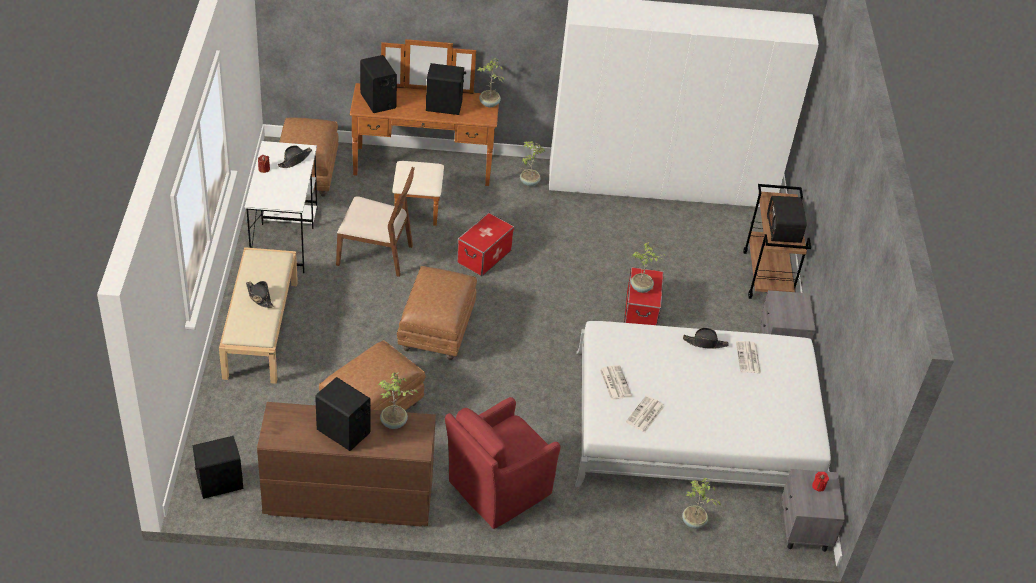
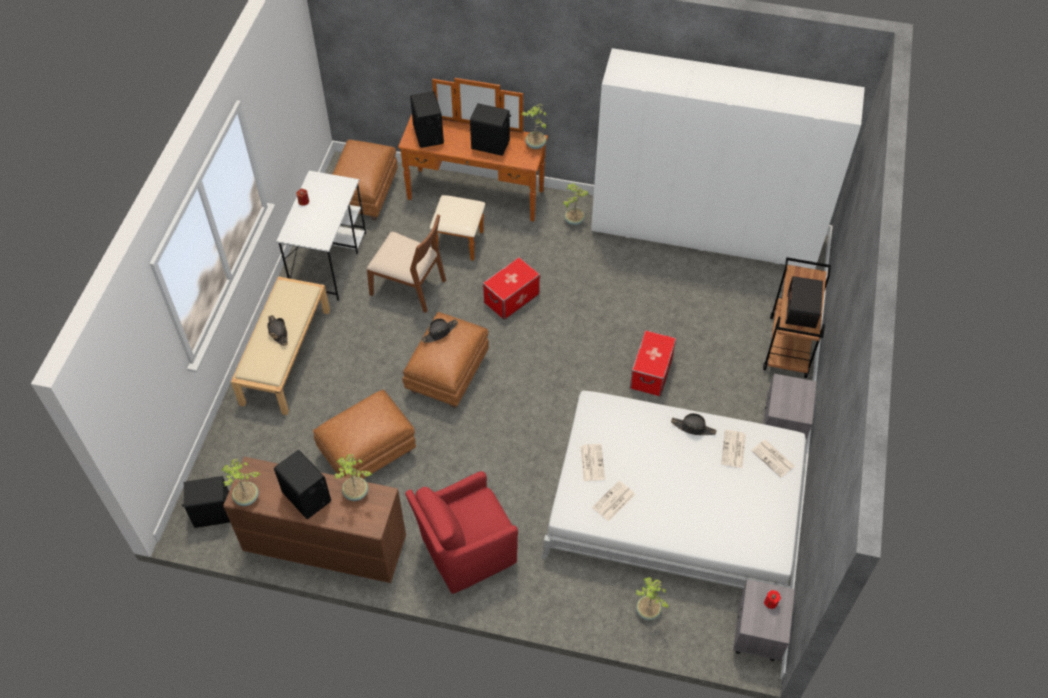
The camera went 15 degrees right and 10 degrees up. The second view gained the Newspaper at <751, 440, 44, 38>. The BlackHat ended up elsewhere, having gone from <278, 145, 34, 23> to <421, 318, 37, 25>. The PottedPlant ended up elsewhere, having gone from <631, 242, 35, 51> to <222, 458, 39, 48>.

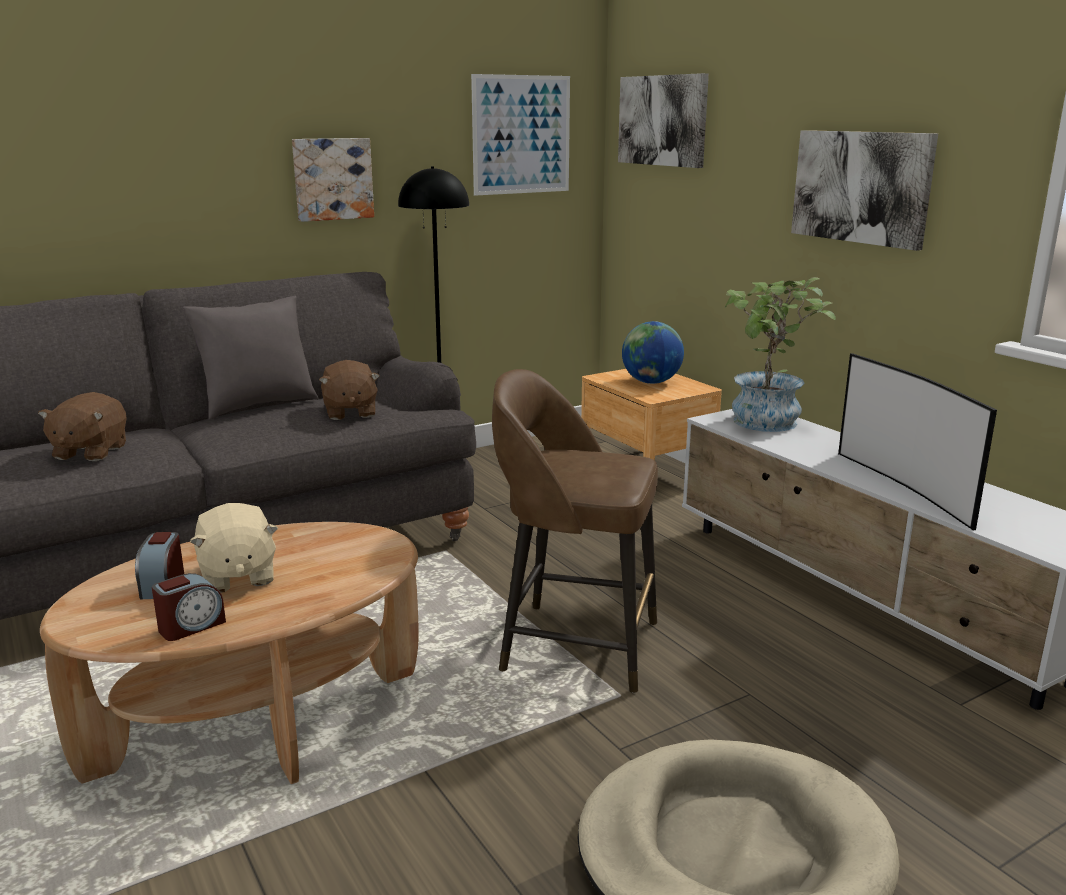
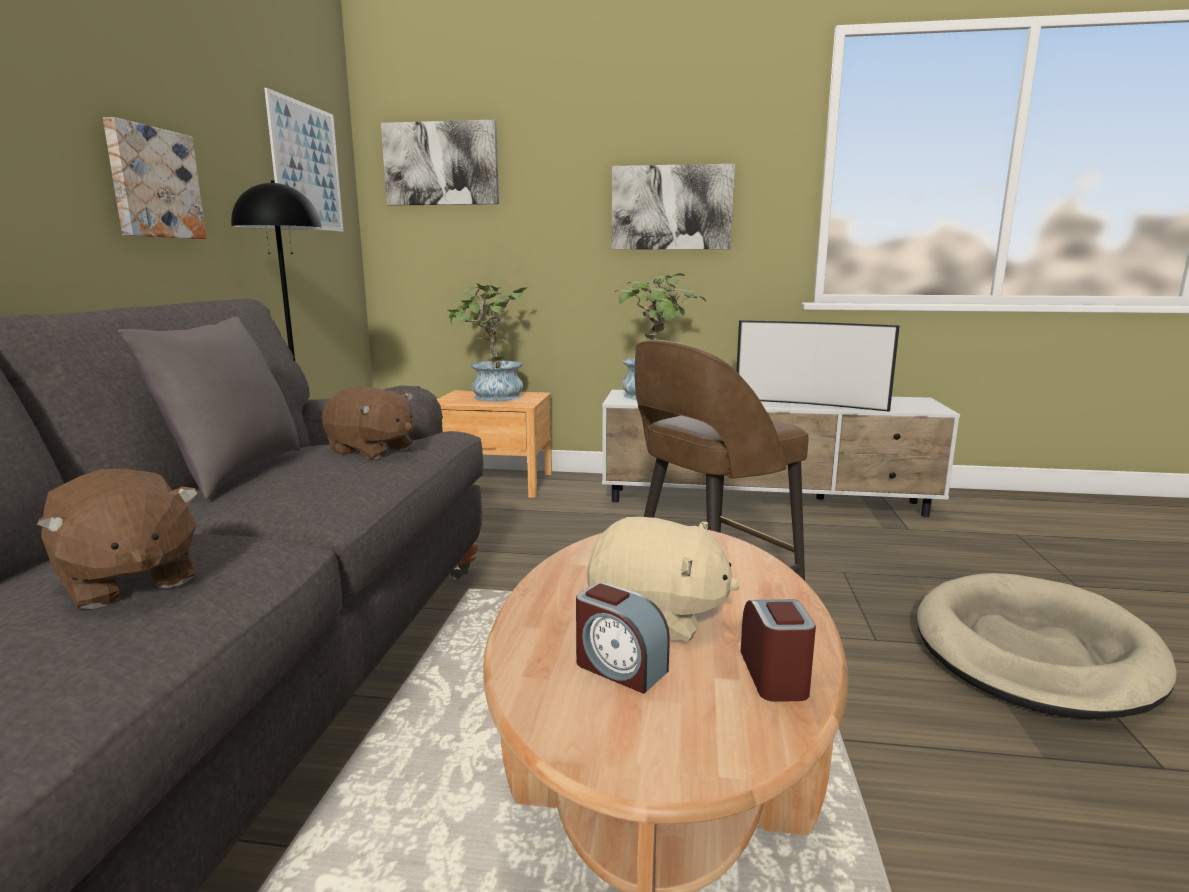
The camera went 50 degrees left and 5 degrees down. Where the Globe stood at <622, 321, 62, 63>, the PottedPlant came to stand at <444, 283, 85, 118>.

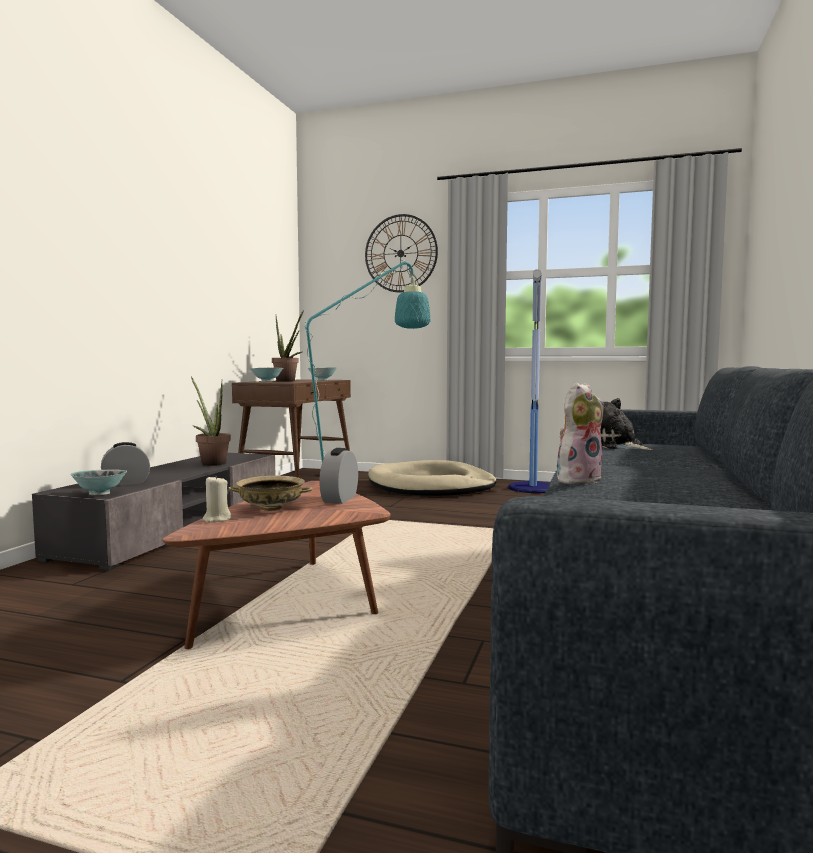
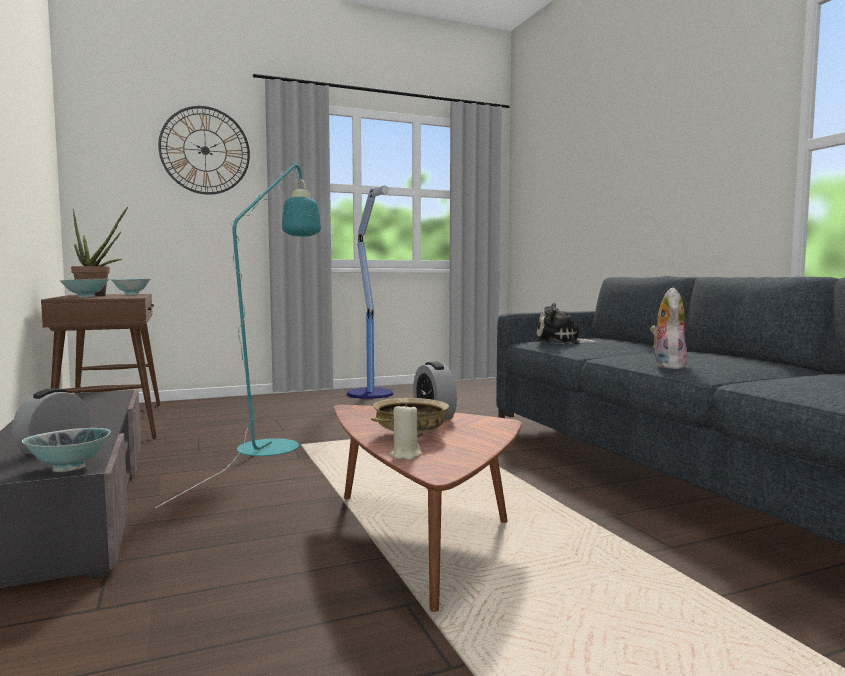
The camera went 40 degrees left and 0 degrees up. The second view lost the PottedPlant at <191, 376, 40, 90>. The second view lost the BeigeDogBed at <368, 460, 129, 36>.

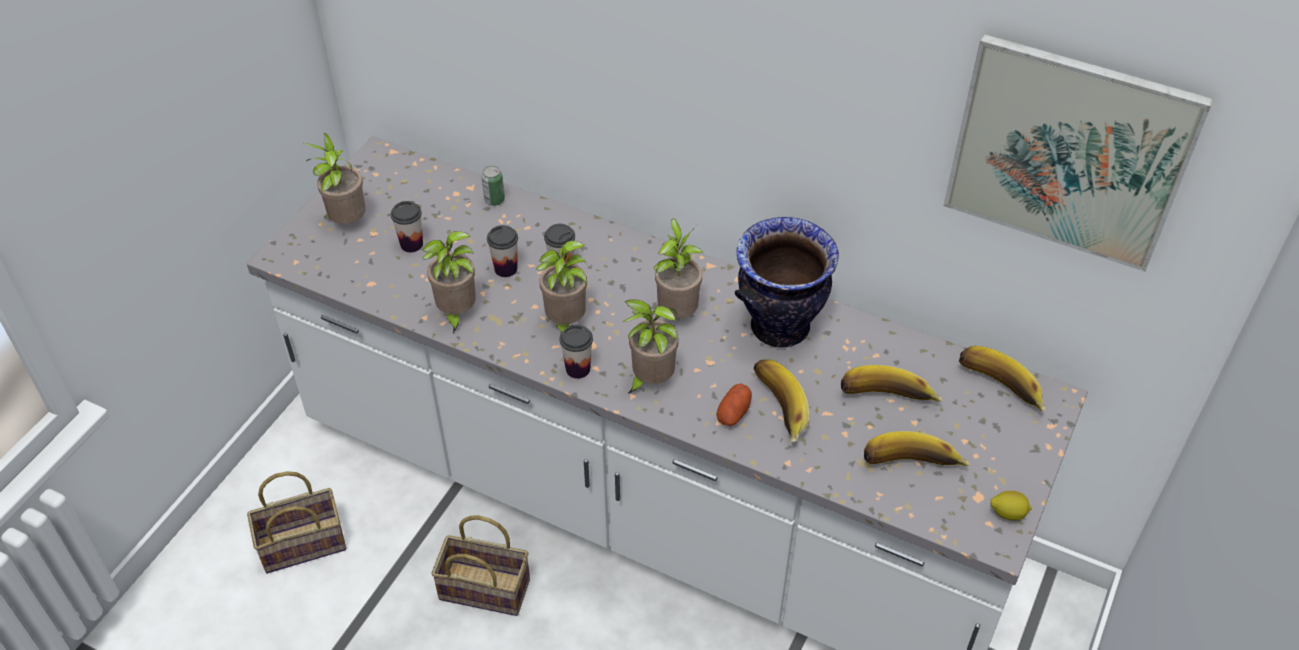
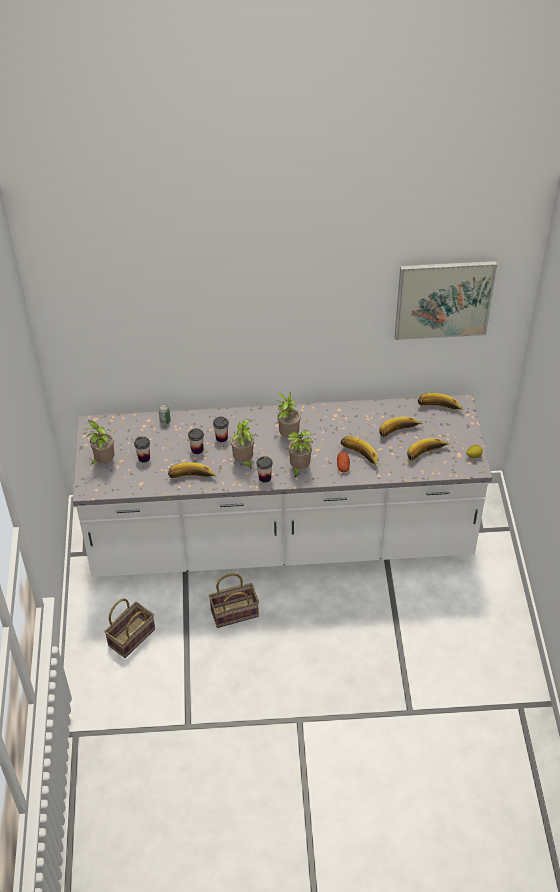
The camera went 30 degrees left and 0 degrees up. The second view lost the Vase at <735, 217, 104, 131>. Where the PottedPlant stood at <422, 231, 54, 103>, the Banana came to stand at <168, 462, 49, 16>.

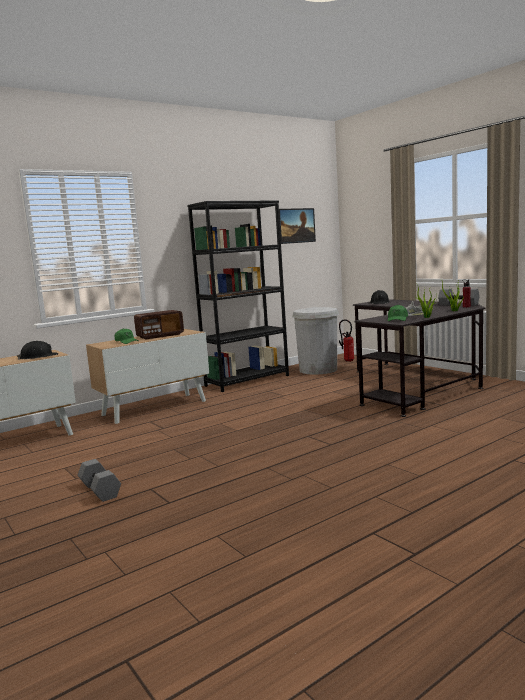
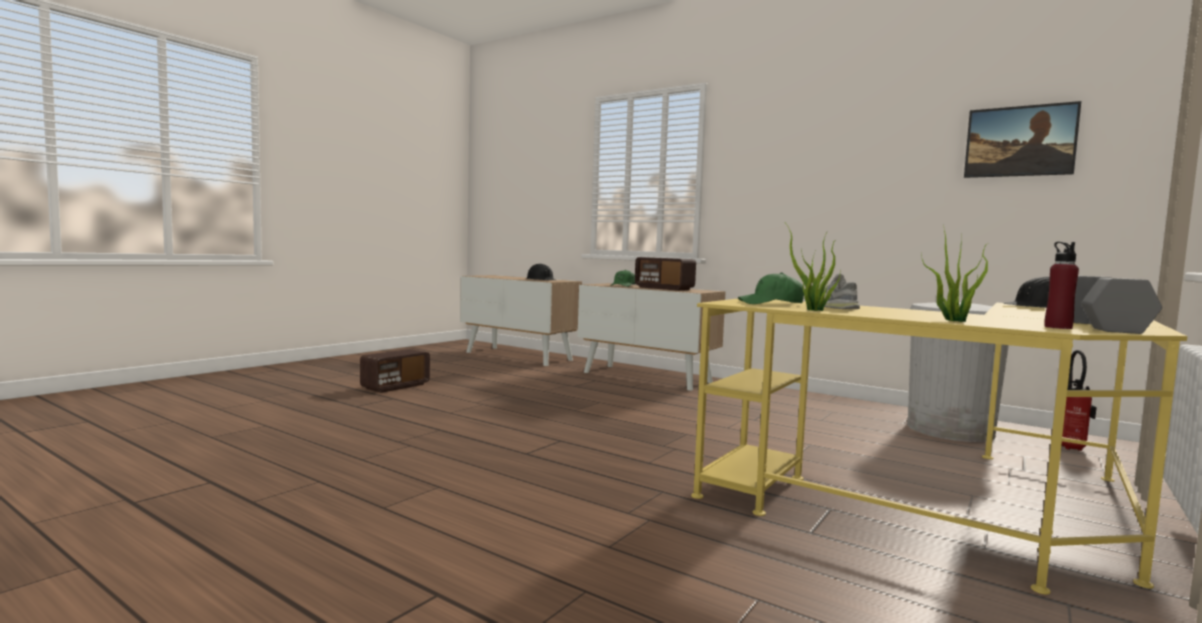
The camera went 70 degrees right and 5 degrees down. The second view lost the BlackBookcase at <187, 200, 102, 192>. Where the GreyDumbbell stood at <78, 459, 43, 43>, the Radio came to stand at <360, 349, 70, 44>. What was the BlackDesk at <353, 299, 133, 118> turned into the YellowDesk at <691, 299, 497, 296>.

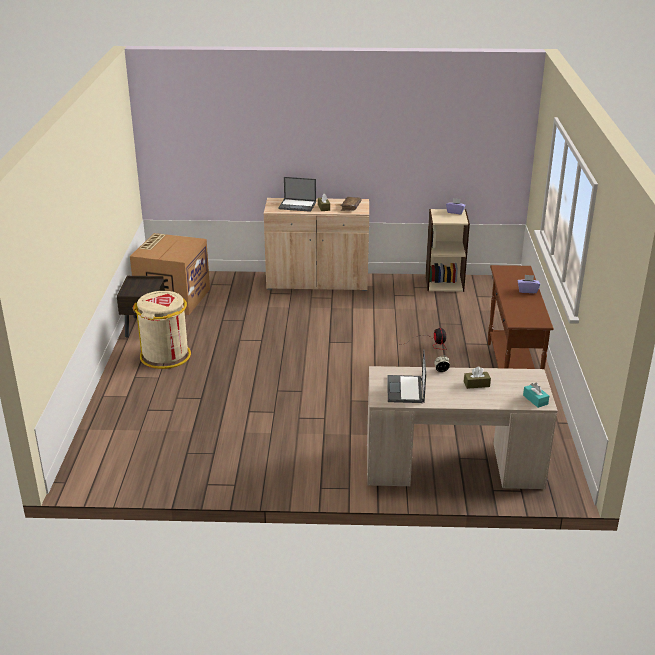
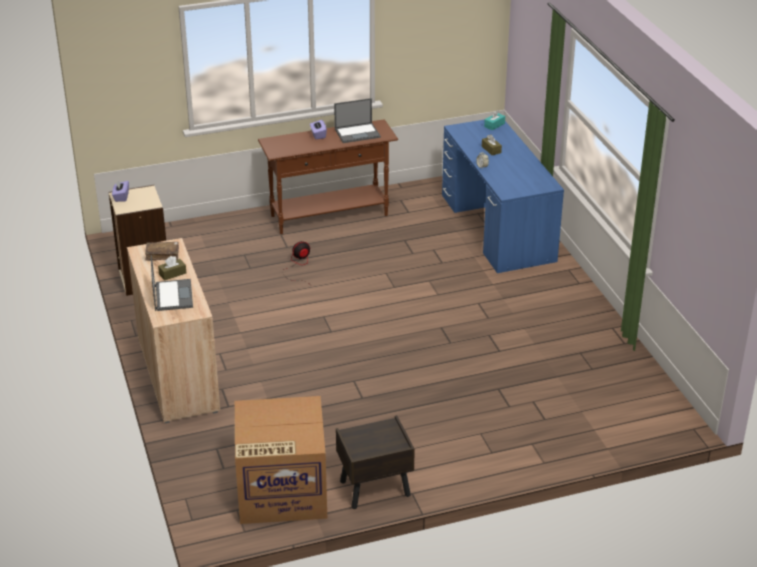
The camera went 110 degrees left and 5 degrees up. The second view lost the BeigeTrashCan at <133, 291, 58, 78>. The Laptop ended up elsewhere, having gone from <387, 349, 39, 54> to <334, 98, 47, 45>. What was the BeigeDesk at <367, 366, 191, 123> turned into the BlueDesk at <442, 120, 122, 153>.

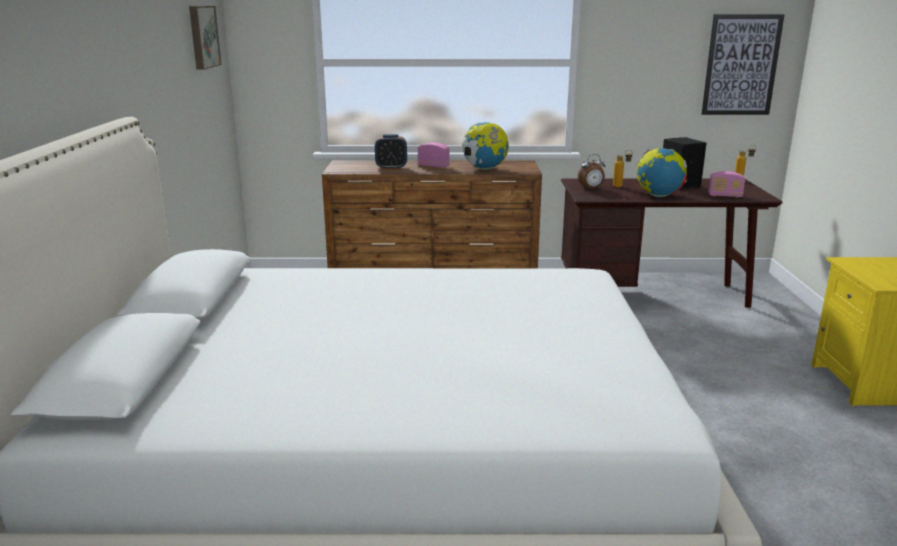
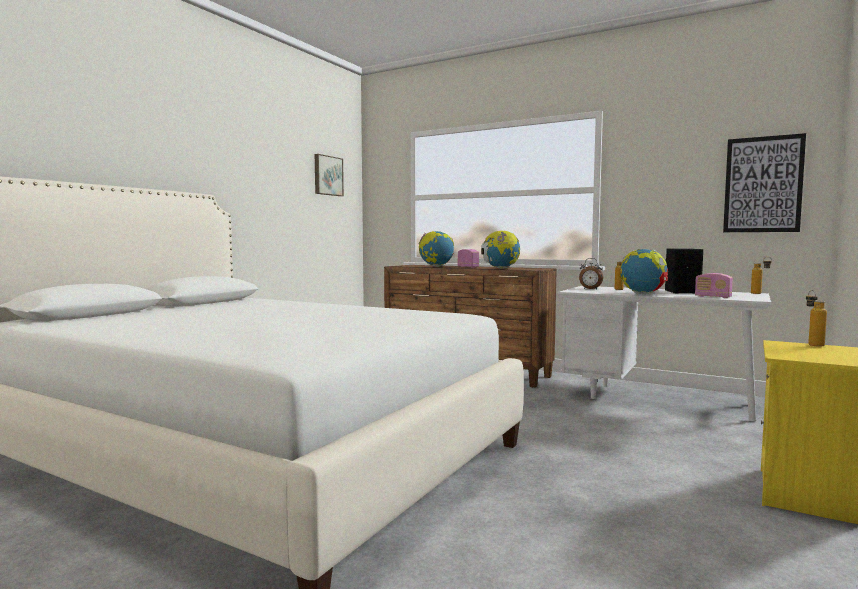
The camera went 30 degrees right and 15 degrees down. The second view gained the Bottle at <806, 290, 21, 57>. Where the AlarmClock stood at <375, 134, 32, 36>, the Globe came to stand at <418, 231, 36, 36>. What was the BrownDesk at <561, 179, 222, 129> turned into the WhiteDesk at <558, 286, 213, 135>.

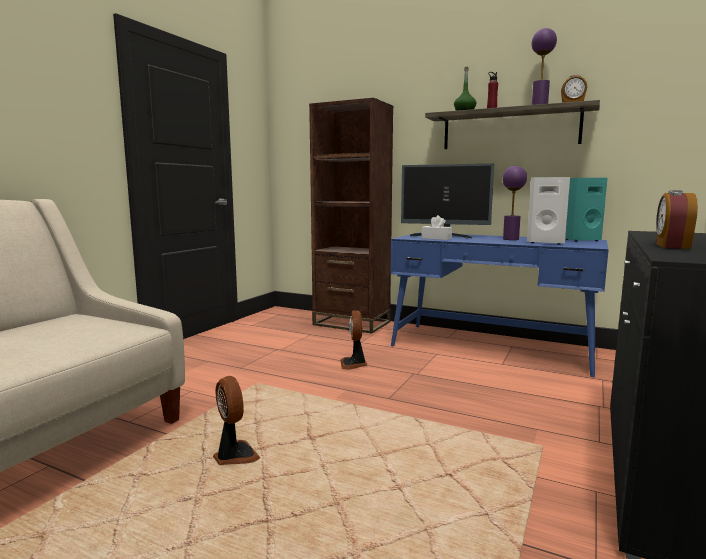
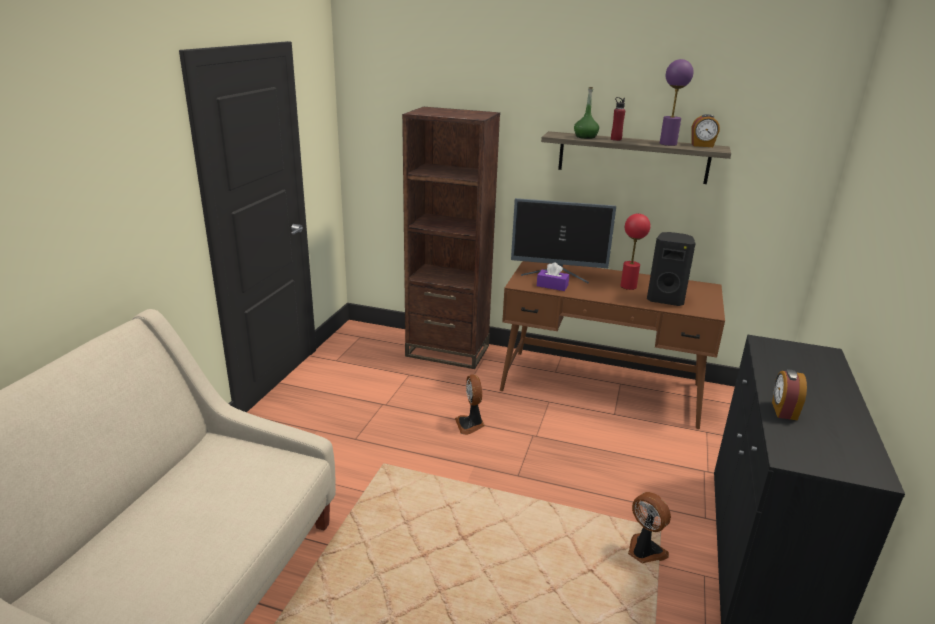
The camera went 10 degrees left and 15 degrees up. The second view lost the TurquoiseSpeaker at <565, 178, 42, 64>. The Fan ended up elsewhere, having gone from <213, 376, 48, 89> to <628, 492, 43, 72>. What was the BlueDesk at <390, 234, 219, 143> turned into the BrownDesk at <500, 261, 225, 168>. What was the WhiteTissueBox at <421, 215, 31, 25> turned into the PurpleTissueBox at <537, 262, 32, 29>. What was the PurpleTableLamp at <502, 166, 25, 74> turned into the RedTableLamp at <621, 213, 29, 77>. What was the WhiteSpeaker at <527, 177, 43, 68> turned into the BlackSpeaker at <647, 232, 49, 74>.

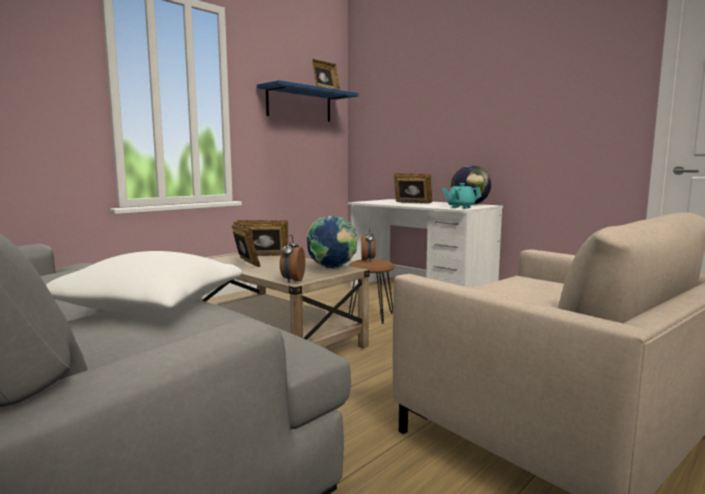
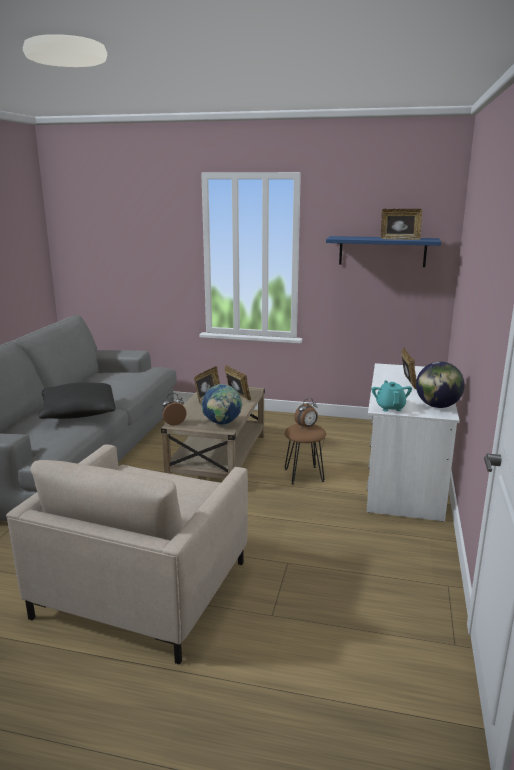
The camera went 60 degrees right and 10 degrees up. What was the WhitePillow at <46, 251, 196, 62> turned into the BlackPillow at <39, 382, 77, 37>.

